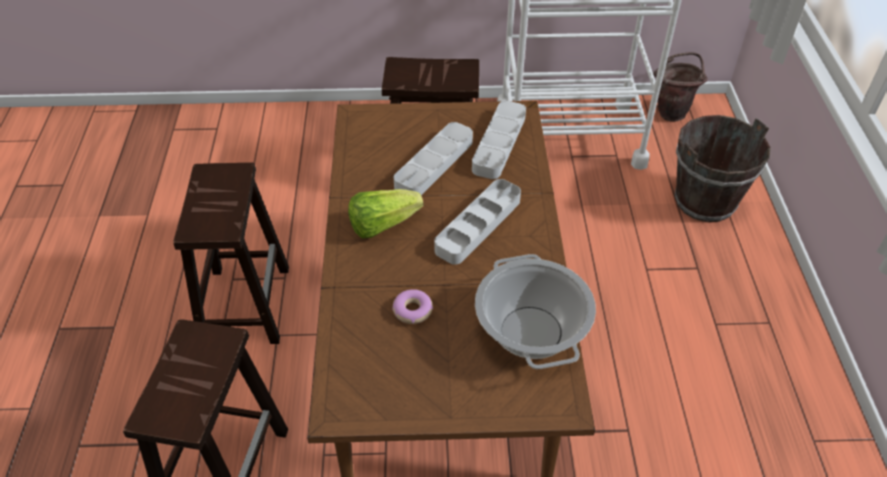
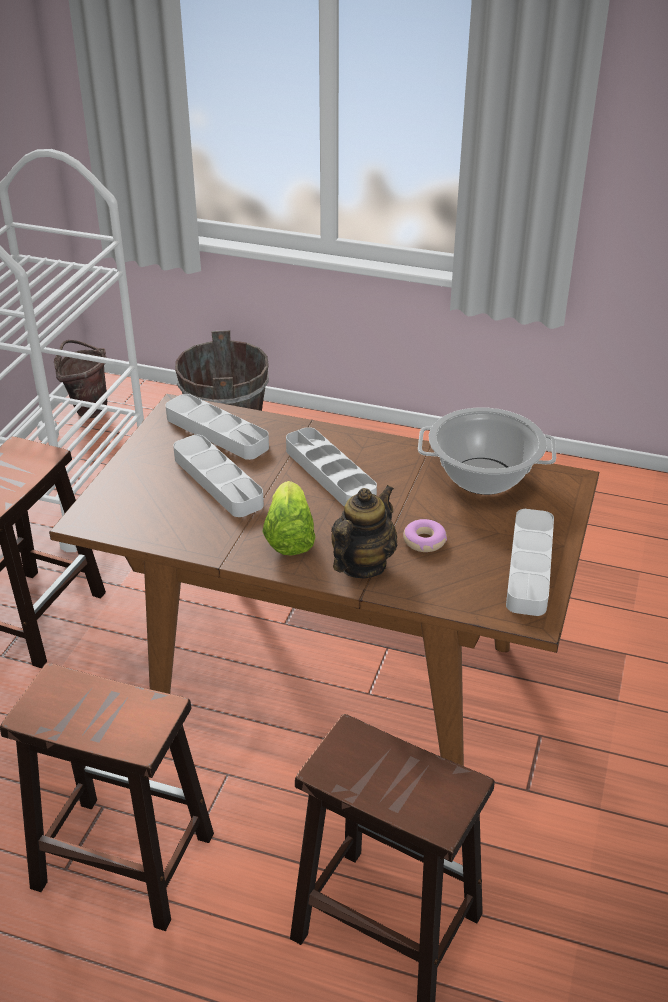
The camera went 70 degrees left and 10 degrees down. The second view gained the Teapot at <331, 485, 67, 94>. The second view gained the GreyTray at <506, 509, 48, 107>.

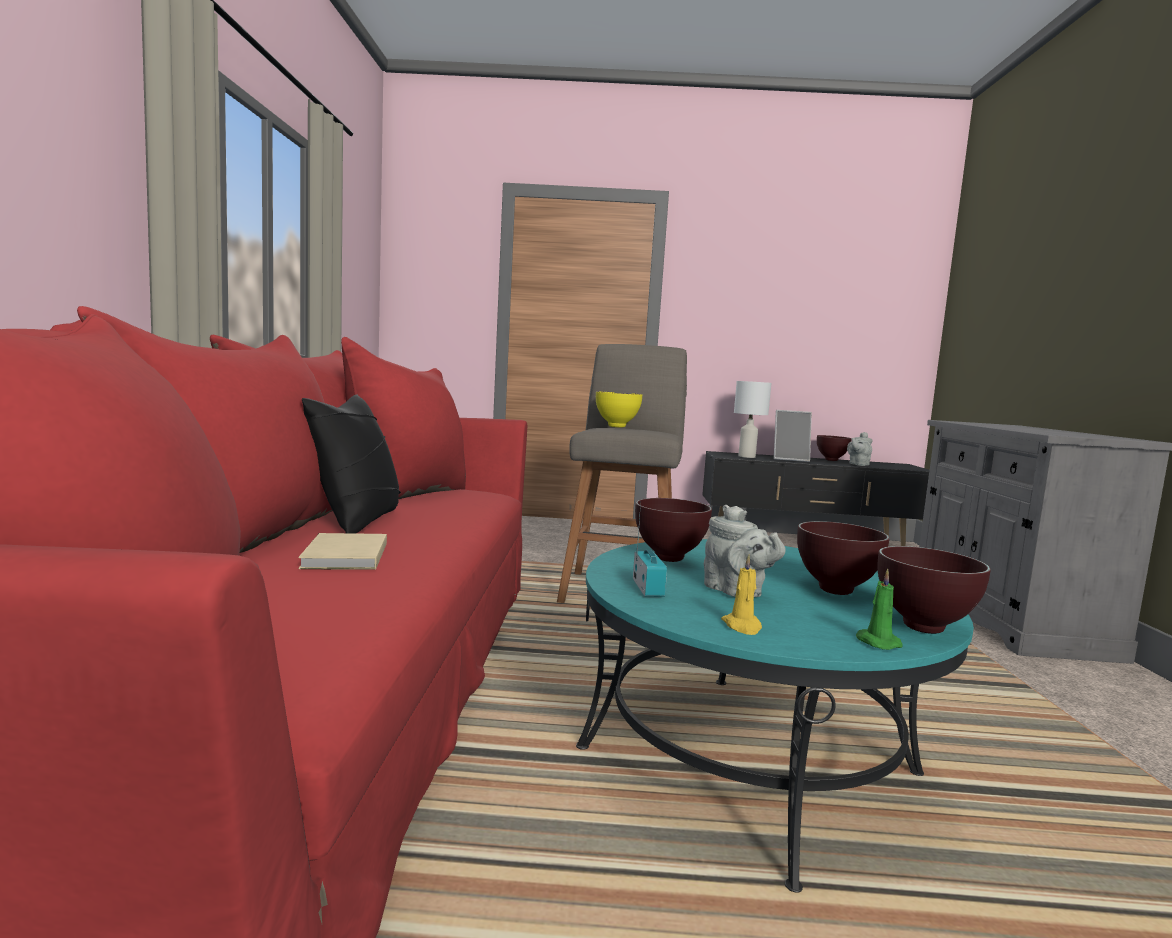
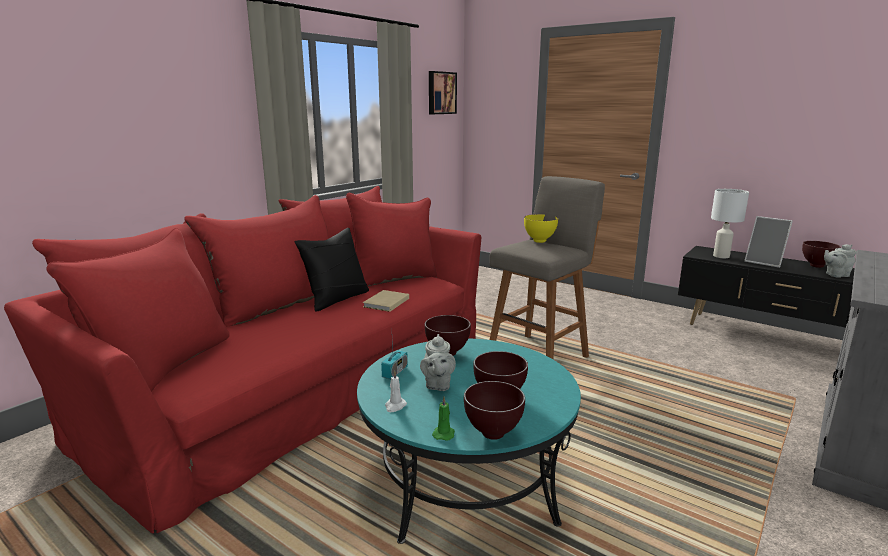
The camera went 35 degrees right and 10 degrees up. The second view gained the Picture at <429, 71, 28, 43>. The BeigeBook ended up elsewhere, having gone from <299, 533, 88, 37> to <363, 290, 46, 22>. What was the YellowCandle at <721, 554, 41, 81> turned into the WhiteCandle at <385, 370, 22, 42>.

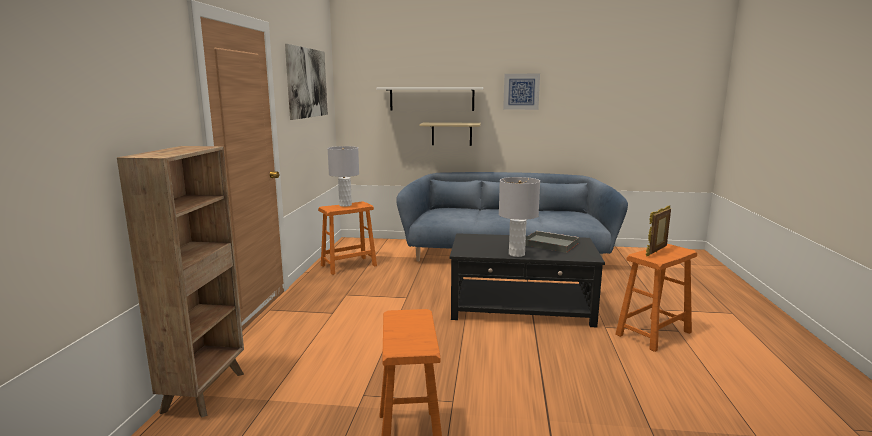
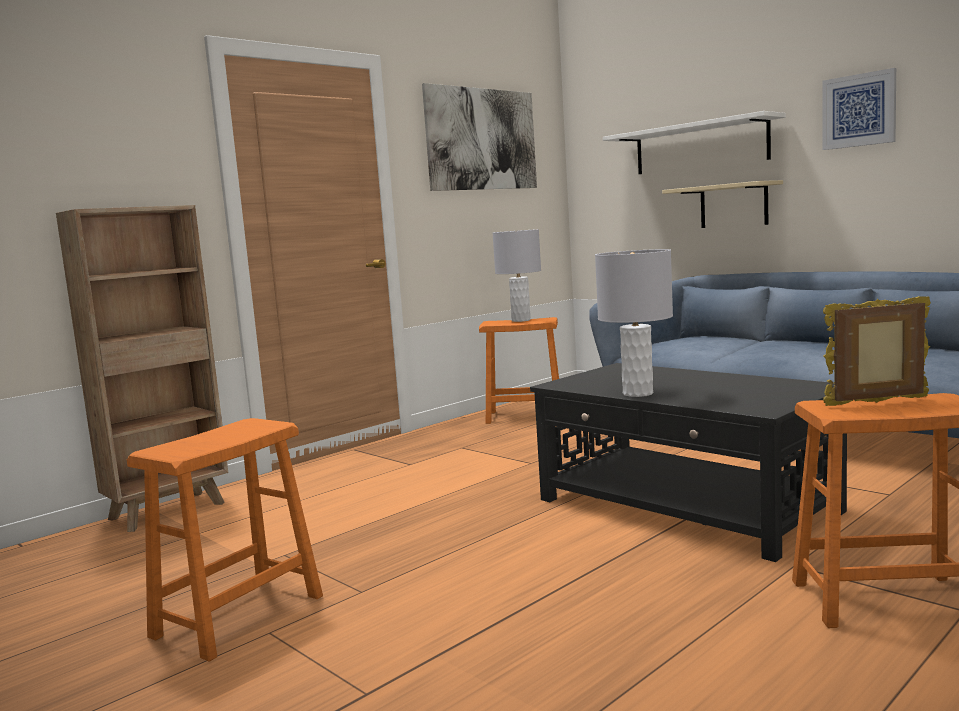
The camera went 40 degrees right and 5 degrees down. The second view lost the GreyTray at <525, 231, 54, 22>.

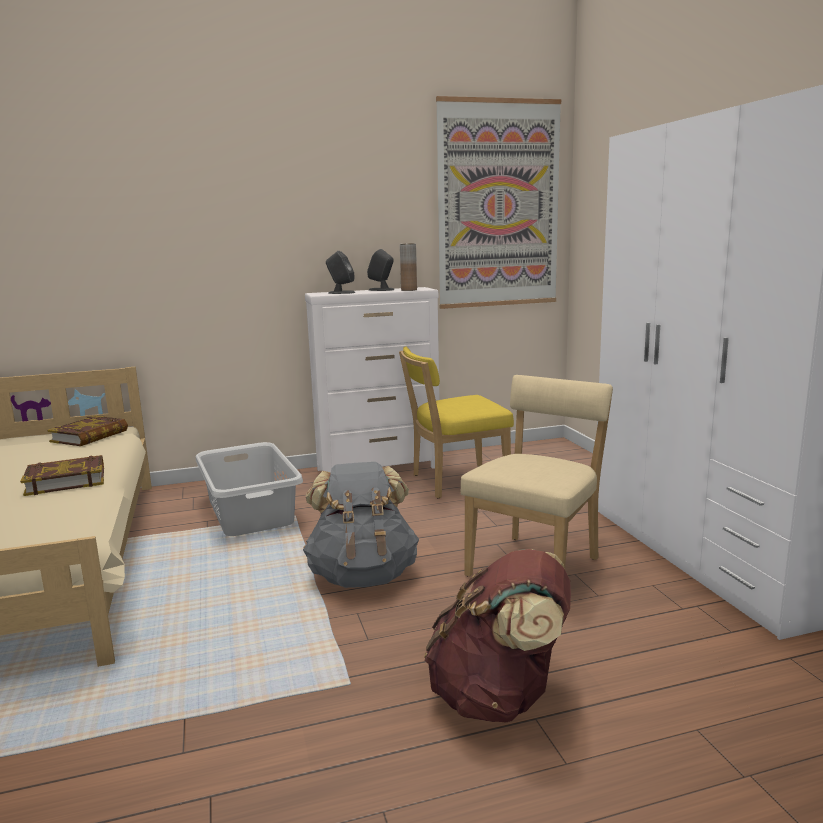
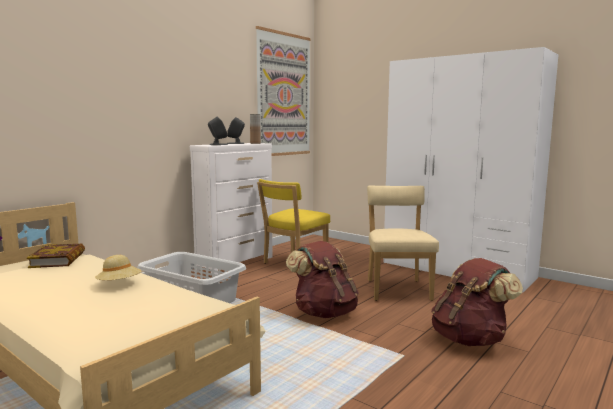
The camera went 35 degrees left and 5 degrees down. Where the Book stood at <20, 455, 84, 41>, the BeigeHat came to stand at <95, 255, 47, 25>. What was the GreyBackpack at <303, 462, 116, 126> turned into the BrownBackpack at <286, 241, 73, 77>.

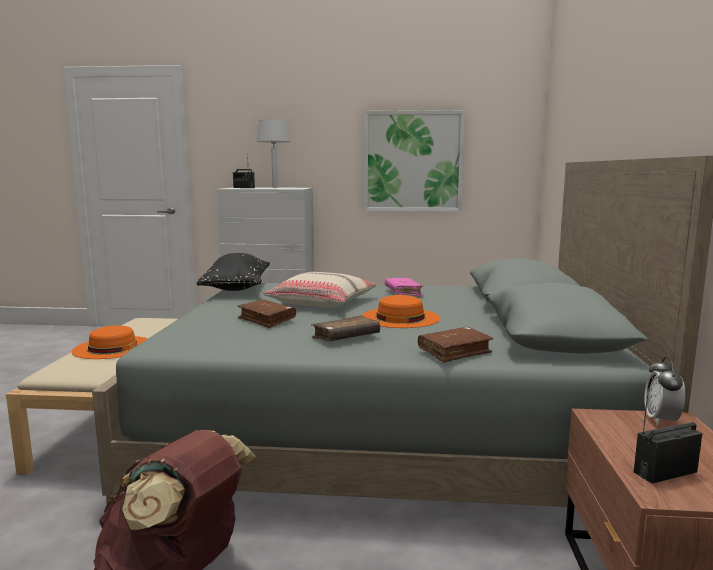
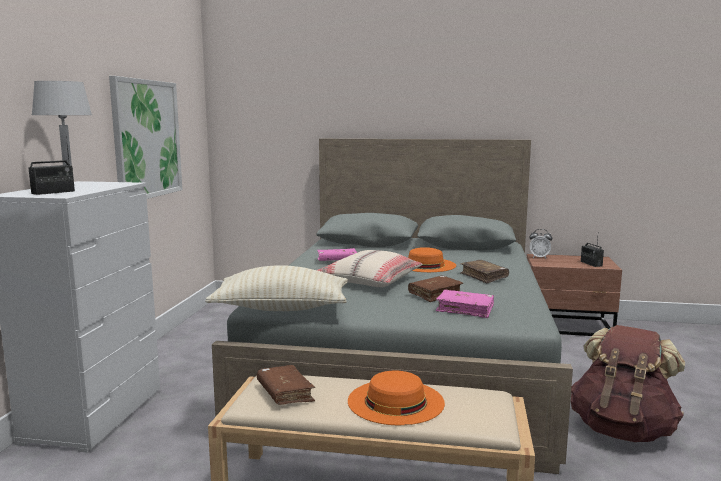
The camera went 85 degrees left and 0 degrees up. The second view gained the PinkBook at <436, 290, 58, 28>. The BrownBook ended up elsewhere, having gone from <418, 327, 75, 35> to <257, 365, 58, 40>. What was the BlackPillow at <197, 253, 73, 38> turned into the BeigePillow at <205, 265, 143, 46>.

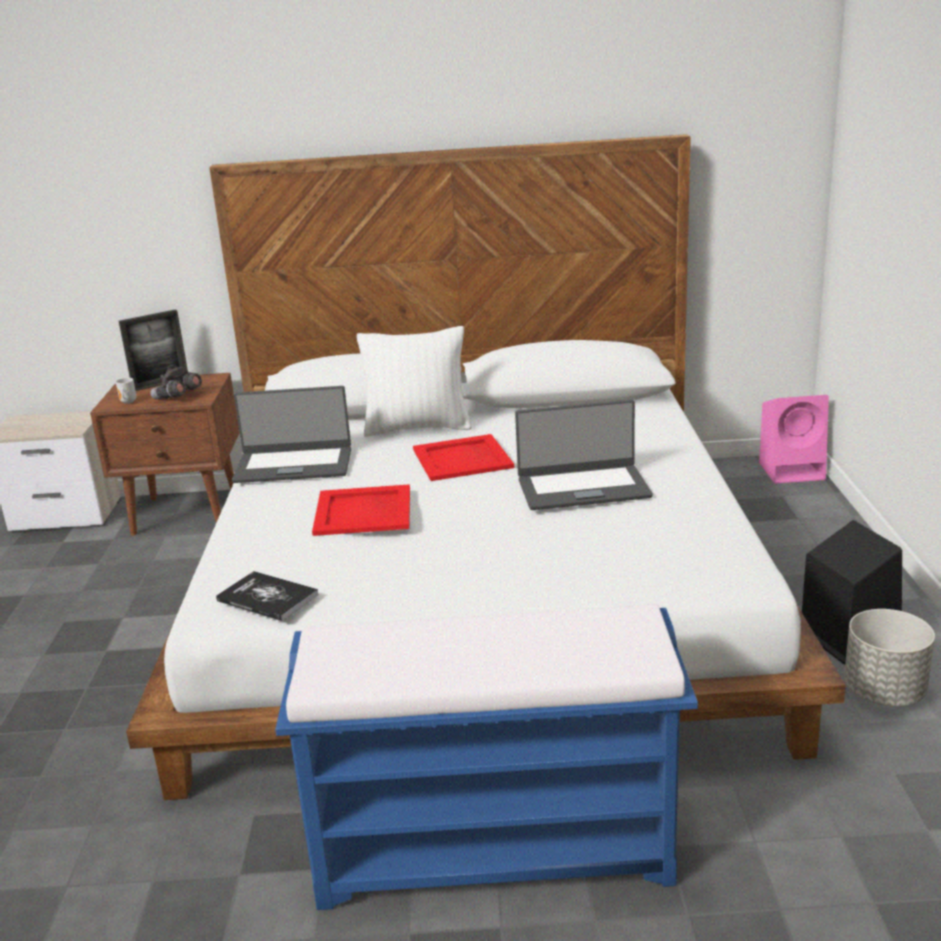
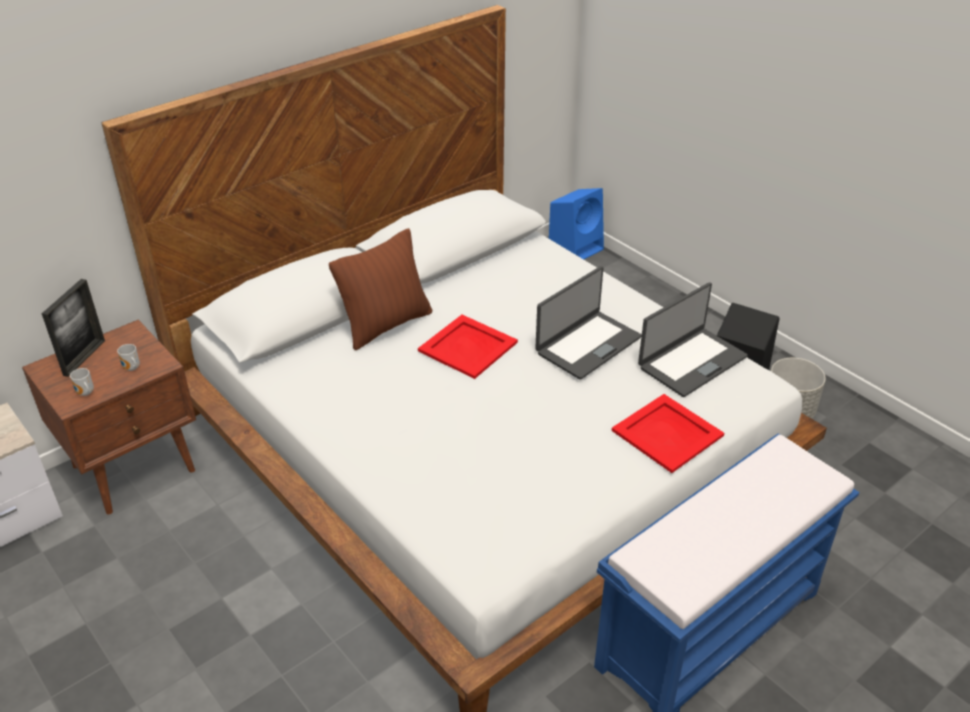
The camera went 40 degrees left and 15 degrees up. The second view lost the Book at <216, 571, 103, 51>. The Laptop ended up elsewhere, having gone from <232, 386, 119, 97> to <638, 282, 110, 115>. The RedTray ended up elsewhere, having gone from <312, 484, 98, 52> to <612, 394, 112, 79>. Where the GreyBinoculars stood at <150, 364, 52, 35>, the Mug came to stand at <117, 344, 23, 27>. What was the WhitePillow at <357, 326, 115, 111> turned into the BrownPillow at <329, 228, 103, 122>. What was the PinkSpeaker at <759, 395, 70, 89> turned into the BlueSpeaker at <549, 188, 55, 71>.

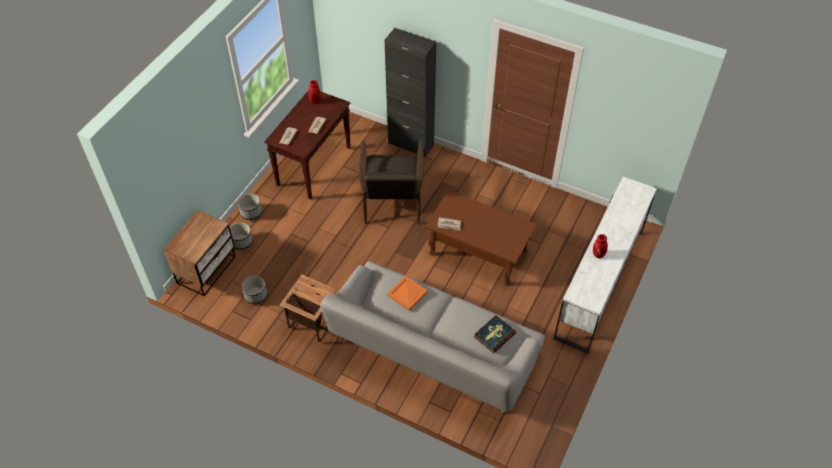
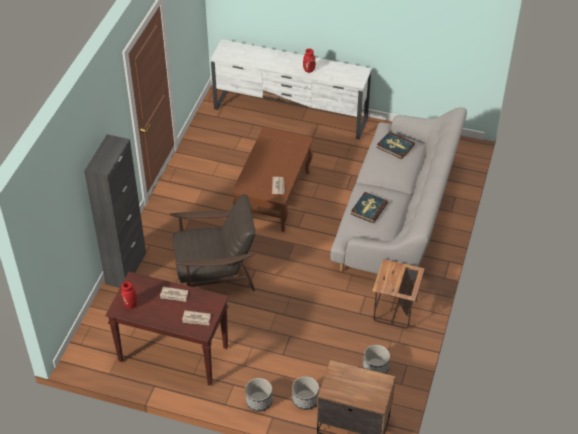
The camera went 100 degrees left and 5 degrees down. Where the OrangeTray stood at <387, 276, 40, 35>, the Book came to stand at <351, 192, 37, 31>.

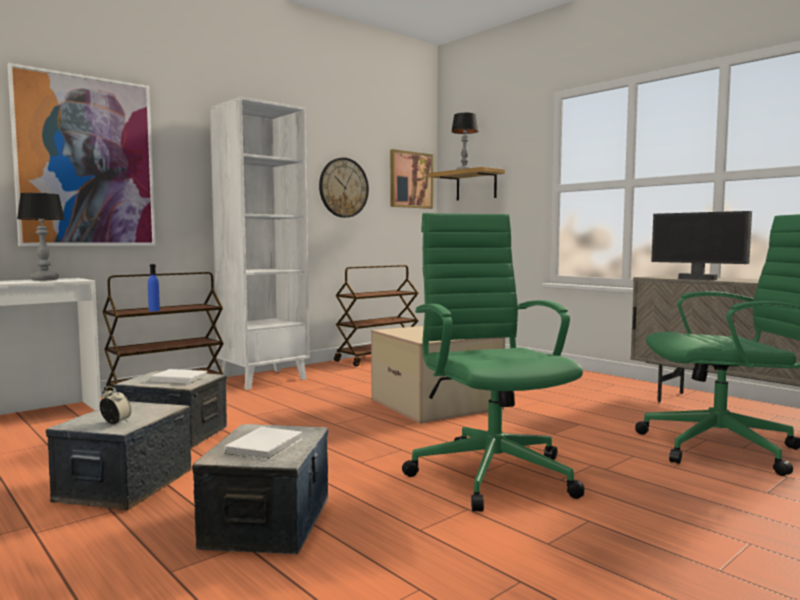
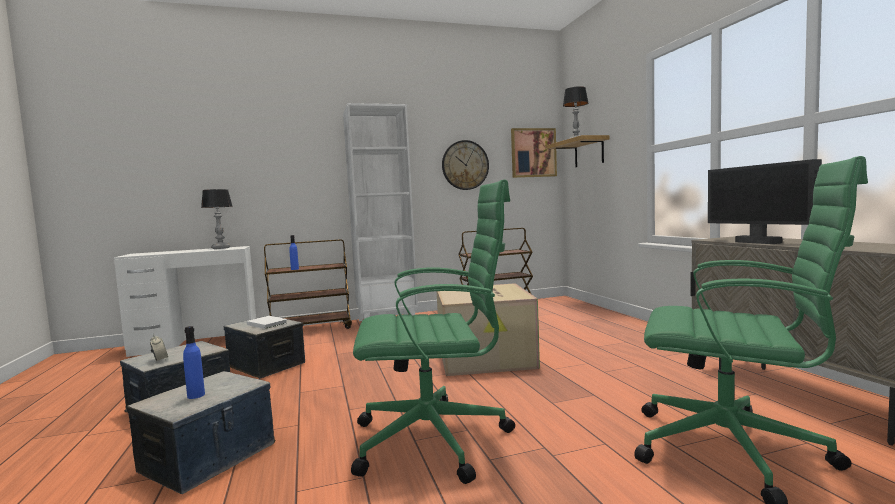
The camera went 25 degrees right and 0 degrees up. The second view lost the Picture at <7, 63, 149, 183>. Where the WhiteBook stood at <224, 427, 78, 33>, the BlueBottle came to stand at <183, 326, 22, 73>. The GreenOfficeChair at <402, 213, 182, 299> ended up facing another way, 75 degrees clockwise from before.

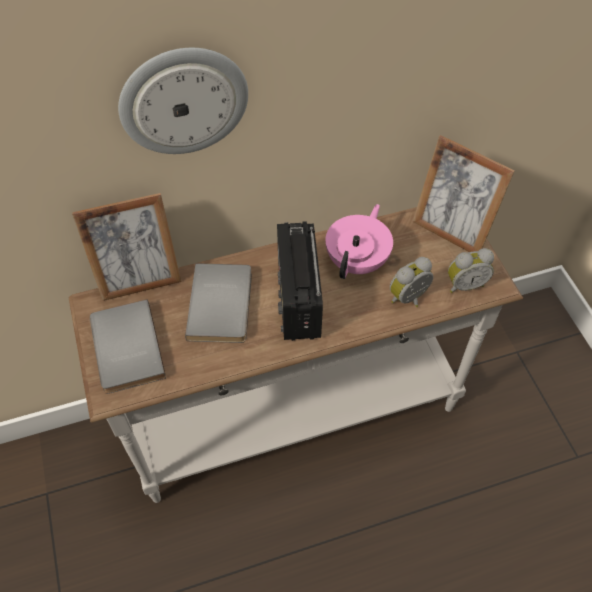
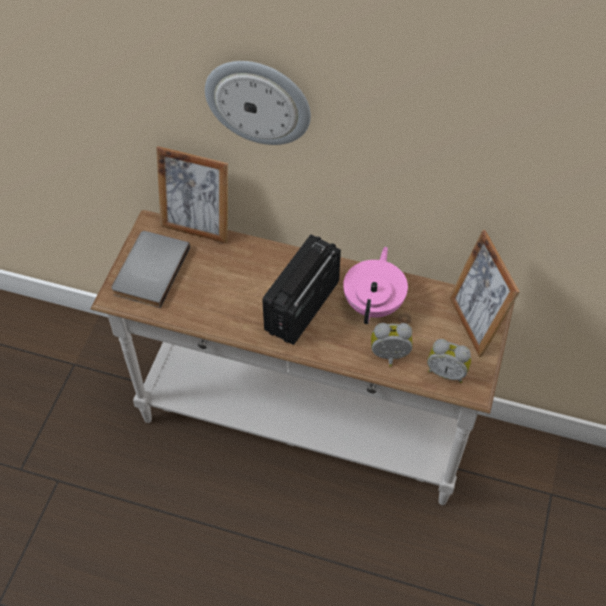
The camera went 35 degrees right and 0 degrees up. The second view lost the GreyBook at <185, 263, 67, 80>. The PinkTeapot at <326, 204, 67, 75> ended up facing another way, 45 degrees counterclockwise from before.

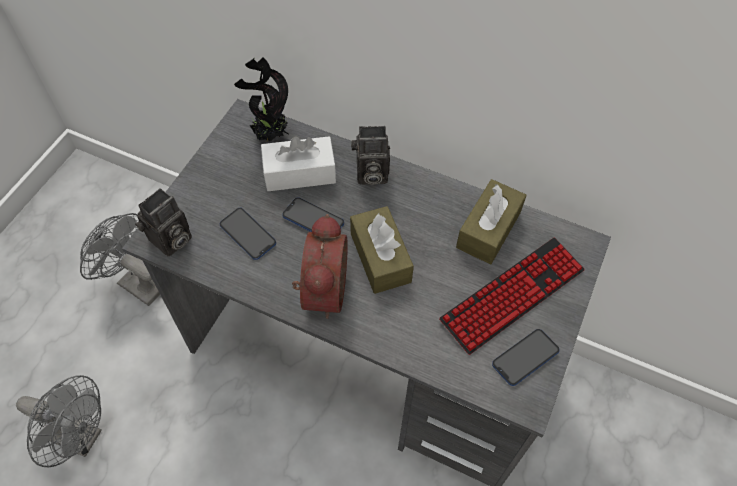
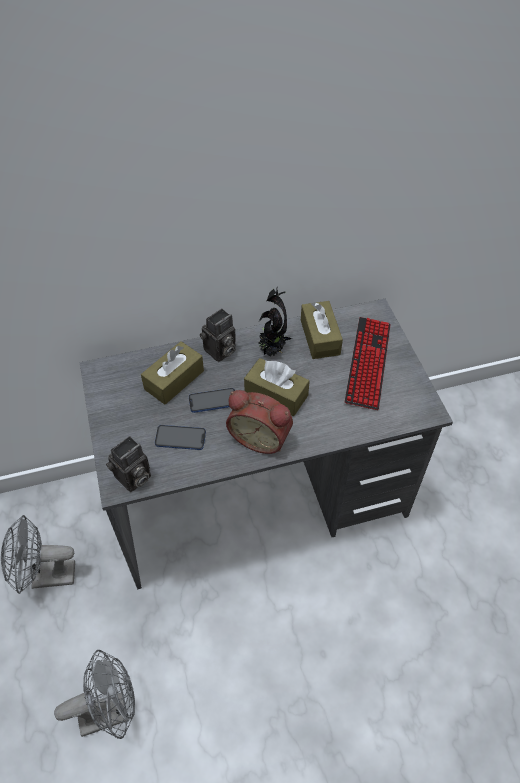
The camera went 40 degrees left and 5 degrees down. The second view lost the Phone at <492, 329, 68, 57>. The PottedPlant ended up elsewhere, having gone from <234, 58, 56, 84> to <258, 286, 34, 71>. What was the WhiteTissueBox at <261, 136, 75, 55> turned into the BrownTissueBox at <141, 341, 63, 64>. The PhotoCamera at <135, 188, 57, 69> ended up facing another way, 45 degrees clockwise from before. The AlarmClock at <292, 214, 56, 105> ended up facing another way, 150 degrees clockwise from before.

